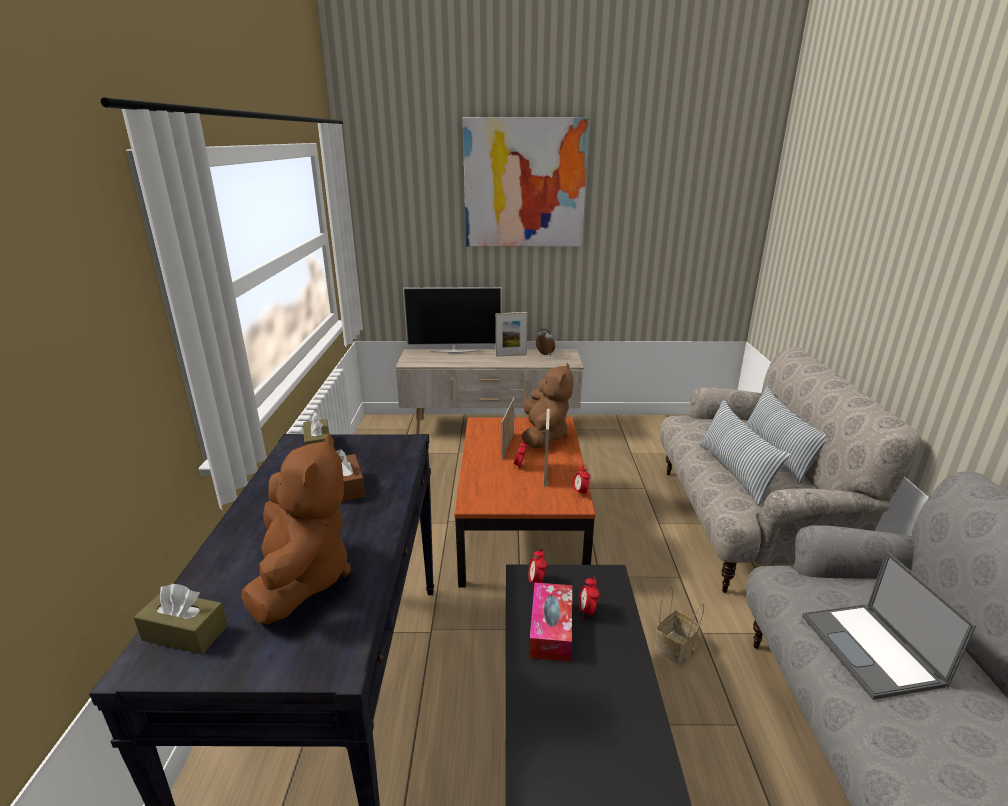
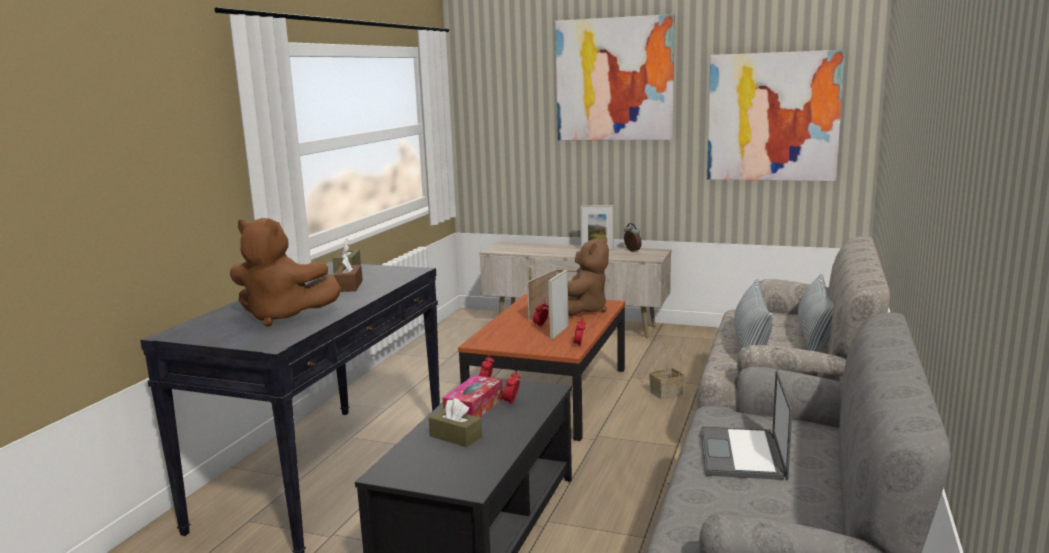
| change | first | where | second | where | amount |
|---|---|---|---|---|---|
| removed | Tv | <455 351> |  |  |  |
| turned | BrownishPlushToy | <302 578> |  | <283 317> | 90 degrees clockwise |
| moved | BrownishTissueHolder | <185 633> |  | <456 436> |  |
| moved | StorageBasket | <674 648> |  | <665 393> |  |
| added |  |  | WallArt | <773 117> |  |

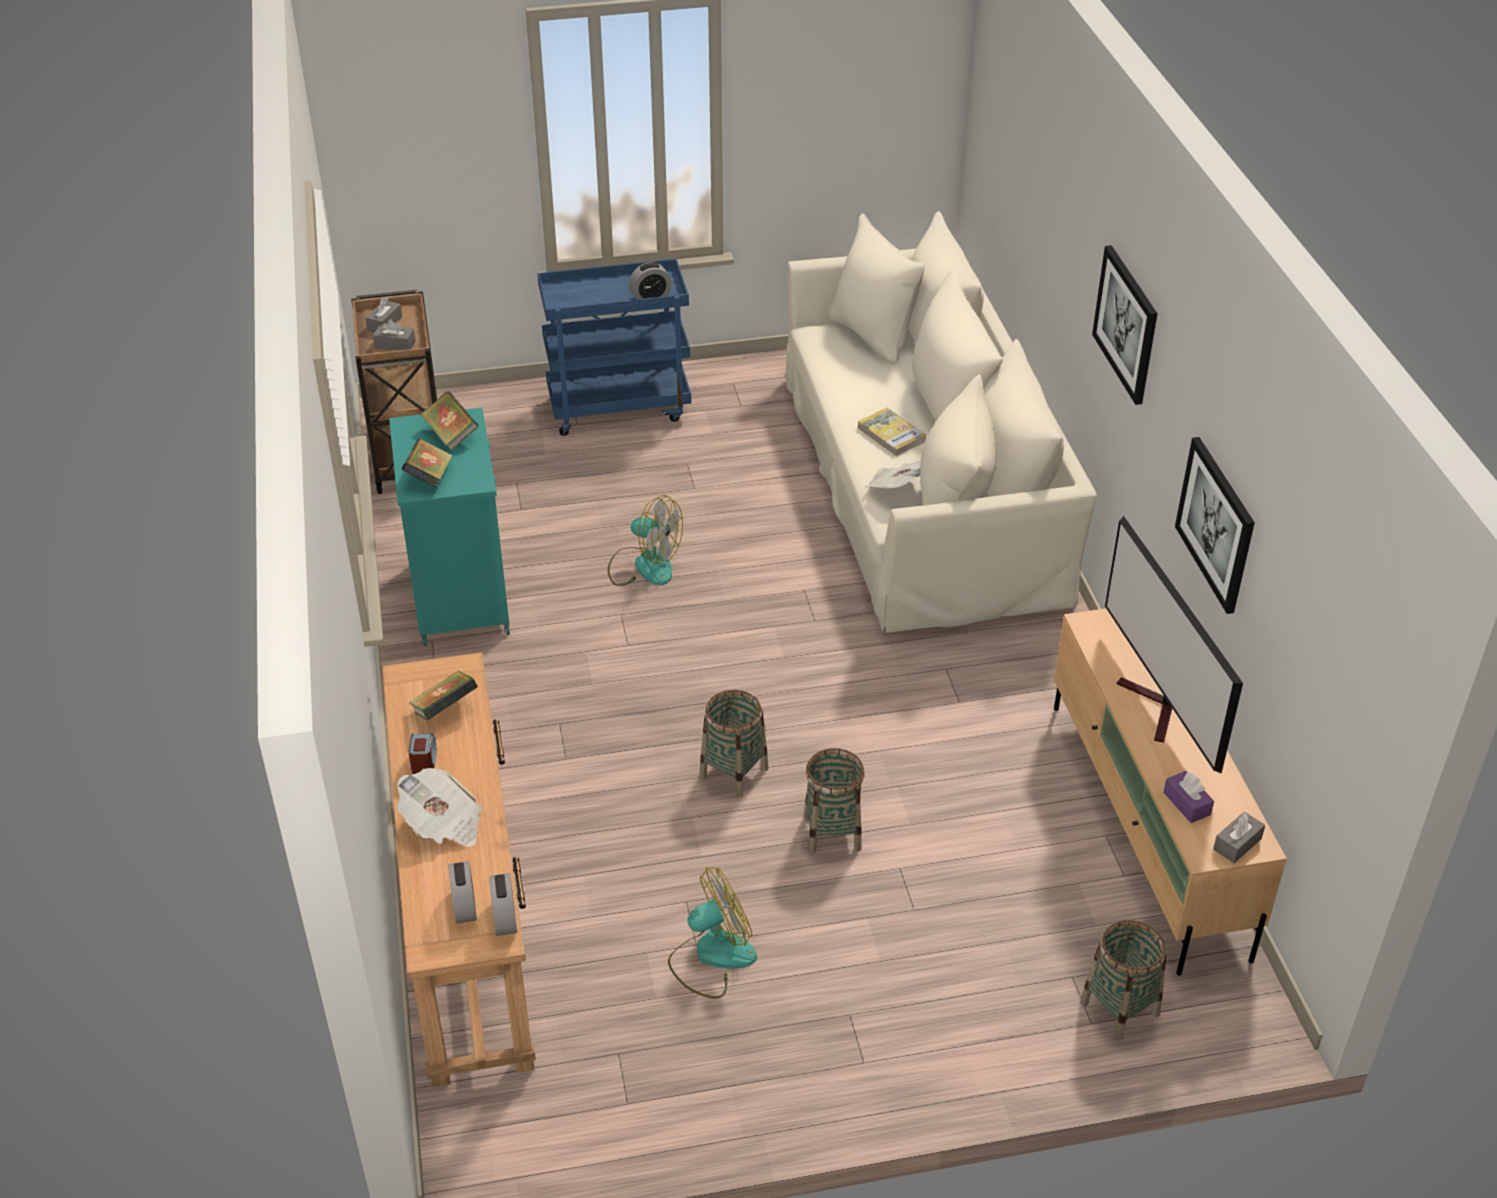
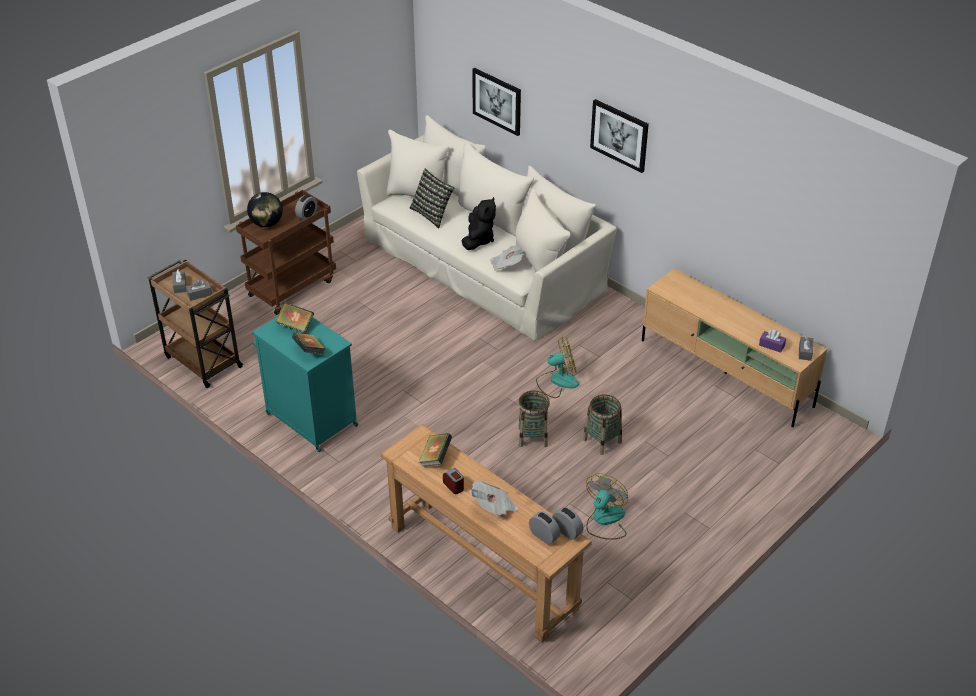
| change | first | where | second | where | amount |
|---|---|---|---|---|---|
| recoloured | BlueTrolley | <619 407> | BrownishTrolley | <292 287> |  |
| replaced | Book | <891 434> | BlackColouredPlushToy | <478 240> |  |
| moved | WallArt | <1216 524> |  | <497 101> |  |
| moved | CoolingFan | <644 565> |  | <557 381> |  |
| removed | Tv | <1156 709> |  |  |  |
| removed | StorageBasket | <1119 1008> |  |  |  |
| added |  |  | ThrowPillow | <432 214> |  |
| added |  |  | WorldGlobe | <266 224> |  |

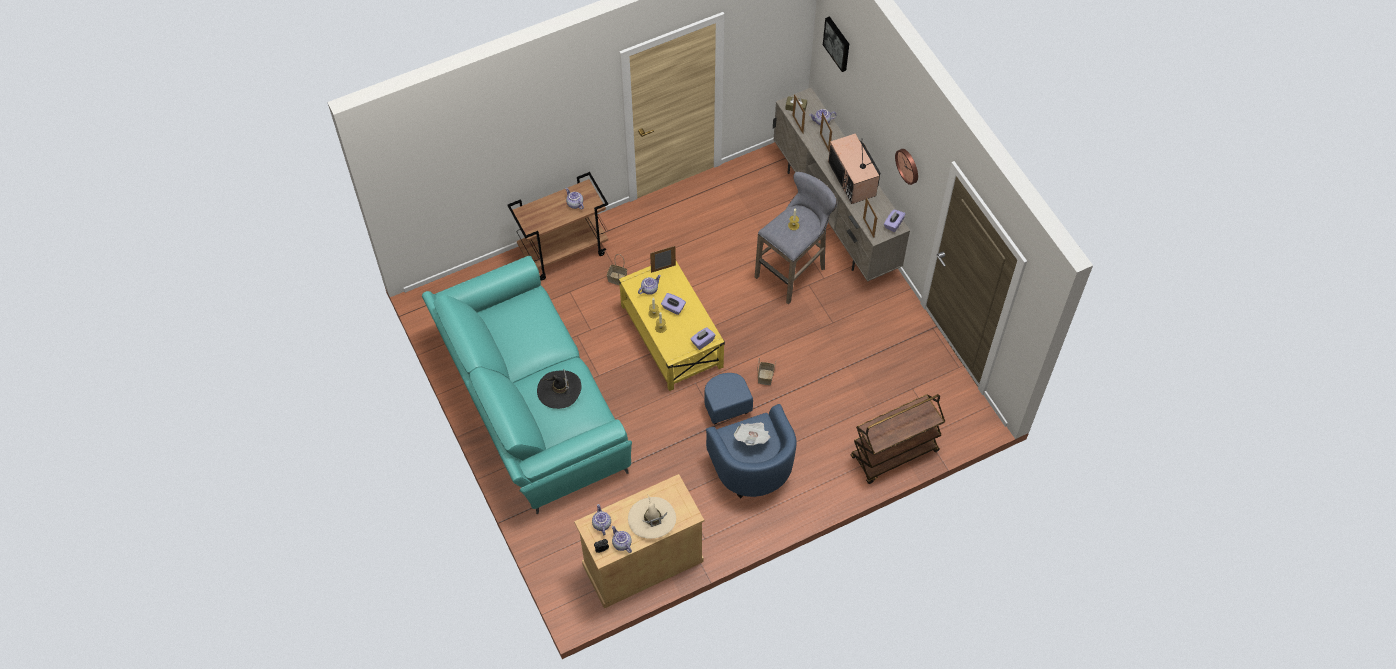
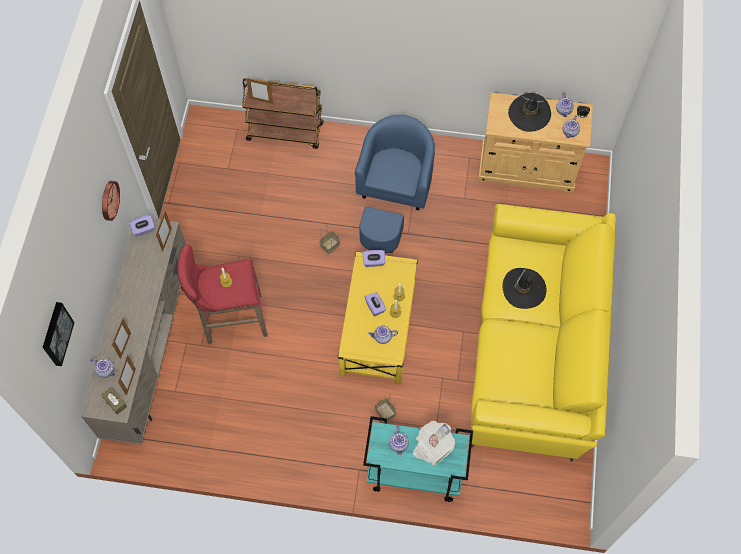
| change | first | where | second | where | amount |
|---|---|---|---|---|---|
| removed | Tv | <853 179> |  |  |  |
| recoloured | GreyishSittingStool | <793 271> | ReddishSittingStool | <231 321> |  |
| recoloured | BrownishTrolley | <564 251> | TurquoiseColouredTrolley | <413 474> |  |
| moved | PictureFrame | <663 269> |  | <261 100> |  |
| recoloured | TurquoiseColouredSettee | <530 401> | YellowColouredSettee | <535 345> |  |
| moved | DailyPaper | <752 437> |  | <432 446> |  |
| recoloured | BeigeColouredHat | <652 519> | BlackColouredHat | <529 114> |  |

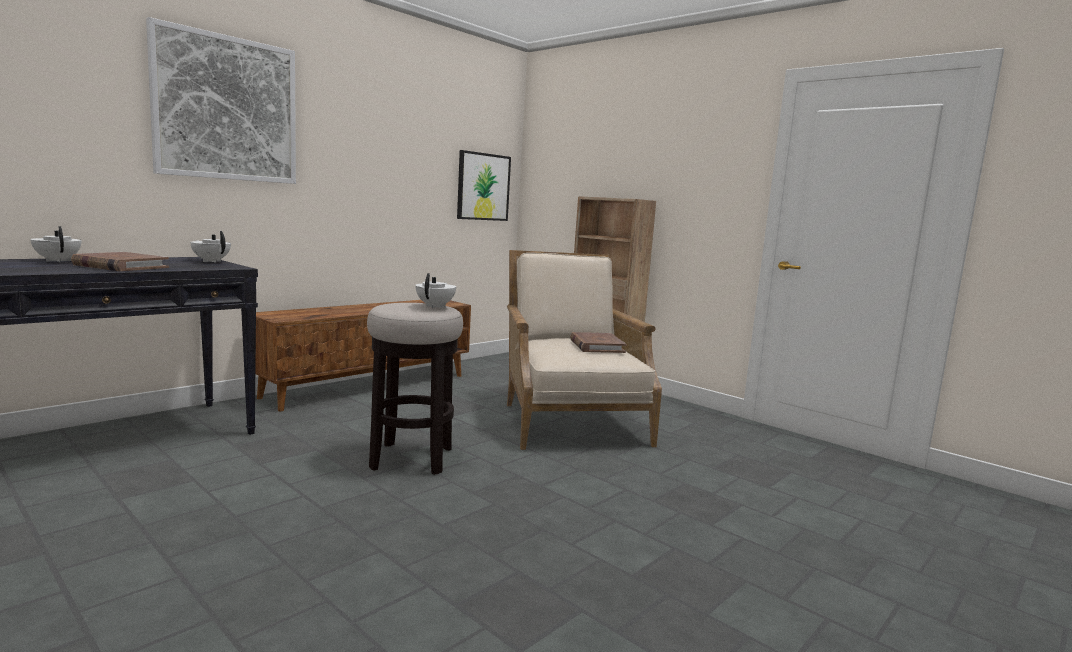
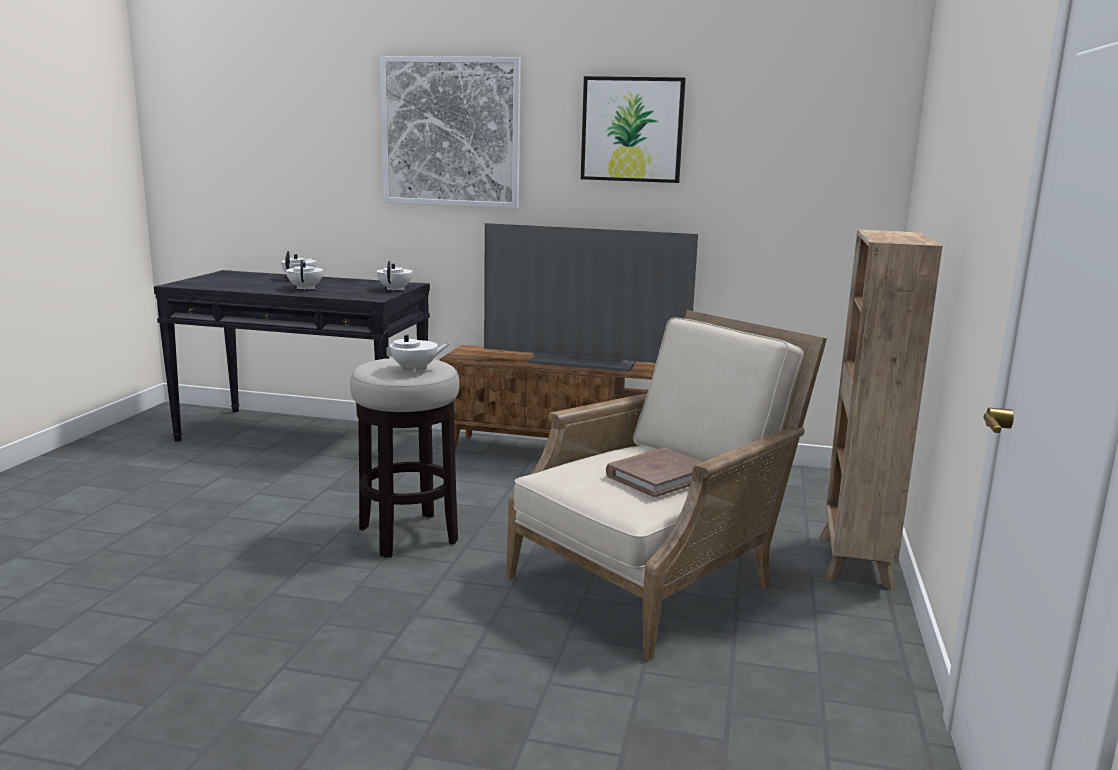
| change | first | where | second | where | amount |
|---|---|---|---|---|---|
| moved | WallArt | <483 187> |  | <632 129> |  |
| replaced | BrownishBook | <120 266> | WhiteColouredPotForTea | <306 288> |  |
| added |  |  | Tv | <584 361> |  |

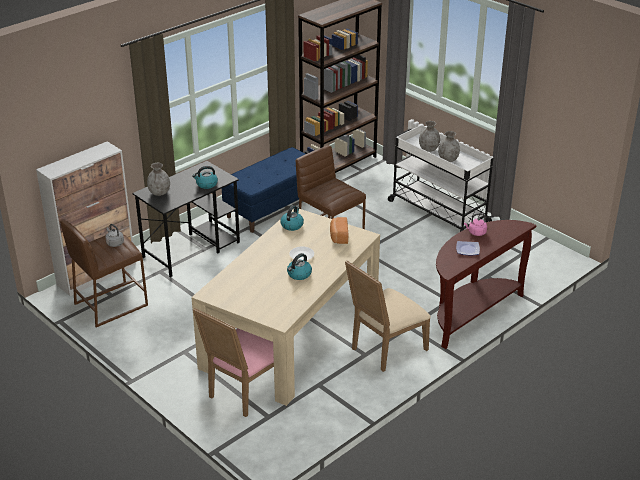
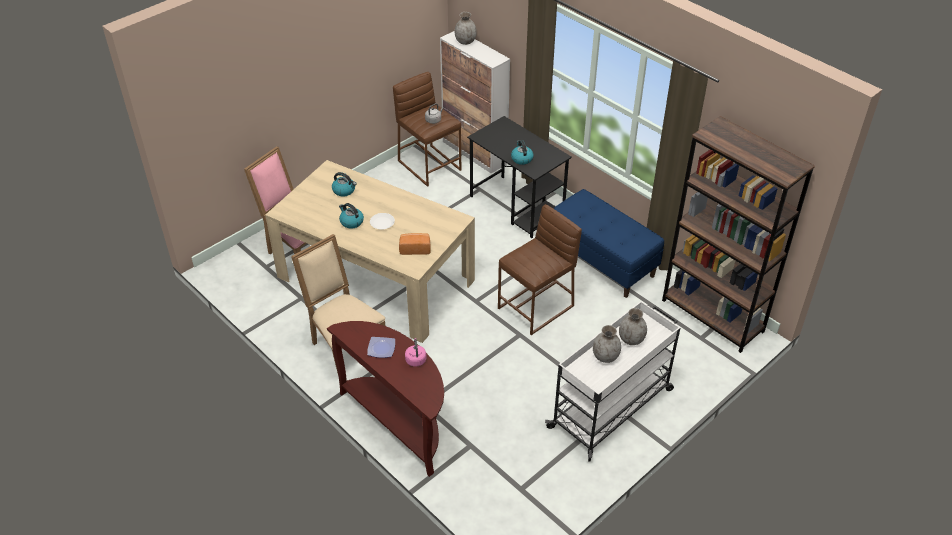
| change | first | where | second | where | amount |
|---|---|---|---|---|---|
| moved | GreyishDecorativeVase | <159 193> |  | <465 42> |  |
| moved | TeaKettle | <292 225> |  | <344 190> |  |

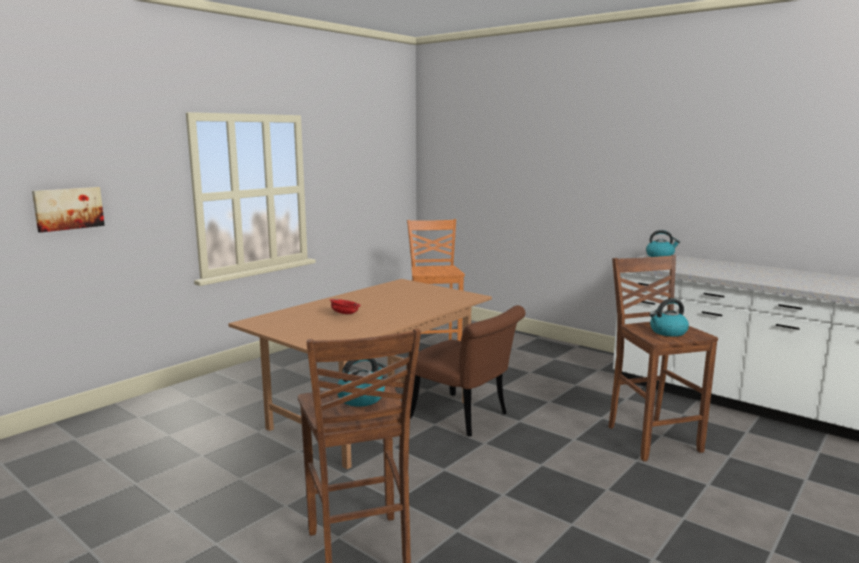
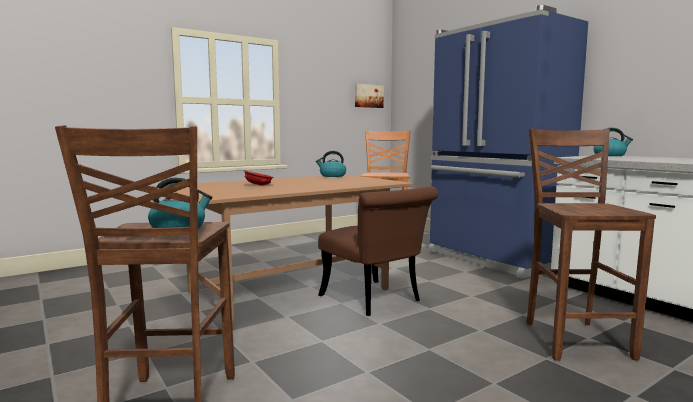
| change | first | where | second | where | amount |
|---|---|---|---|---|---|
| moved | WallArt | <68 208> |  | <368 96> |  |
| moved | TeaKettle | <667 332> |  | <332 176> |  |
| added |  |  | BlueRefrigerator | <494 259> |  |

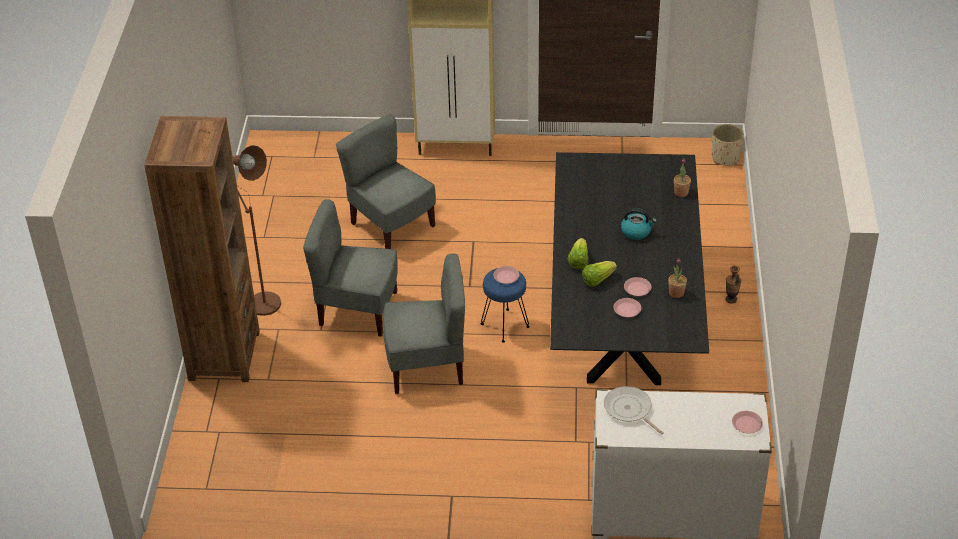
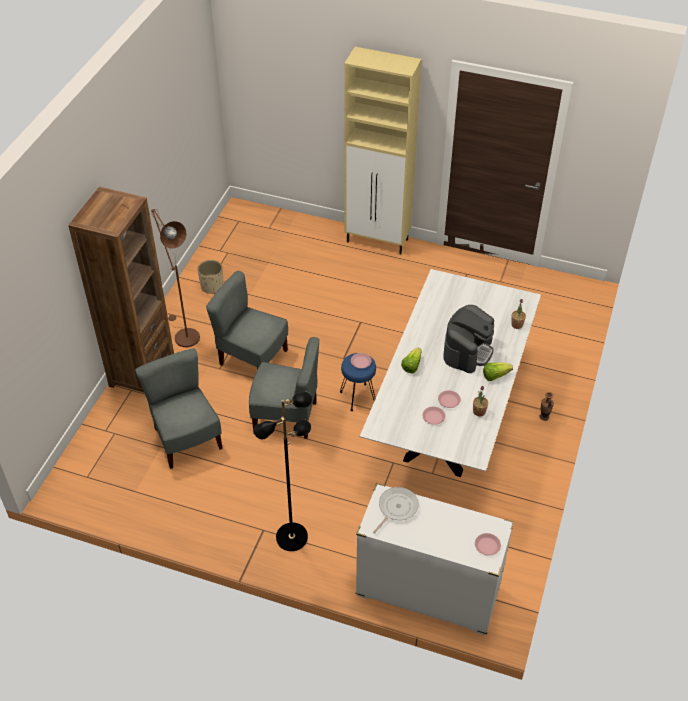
| change | first | where | second | where | amount |
|---|---|---|---|---|---|
| moved | GreyishChair | <391 226> |  | <186 439> |  |
| moved | BeigeColouredPlanter | <725 158> |  | <212 286> |  |
| recoloured | BlackColouredKitchenTable | <622 326> | WhiteColouredKitchenTable | <449 419> |  |
| replaced | TeaKettle | <636 231> | CoffeeBrewer | <468 351> |  |
| moved | HeadOfLettuce | <597 280> |  | <495 375> |  |
| turned | Pan | <629 410> |  | <396 508> | 60 degrees clockwise |
| added |  |  | BlackColouredStandardLamp | <291 536> |  |

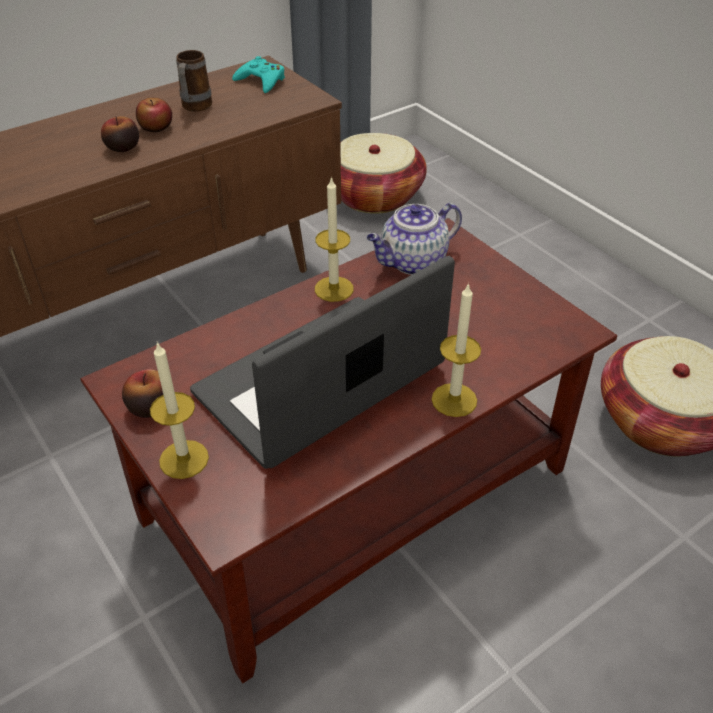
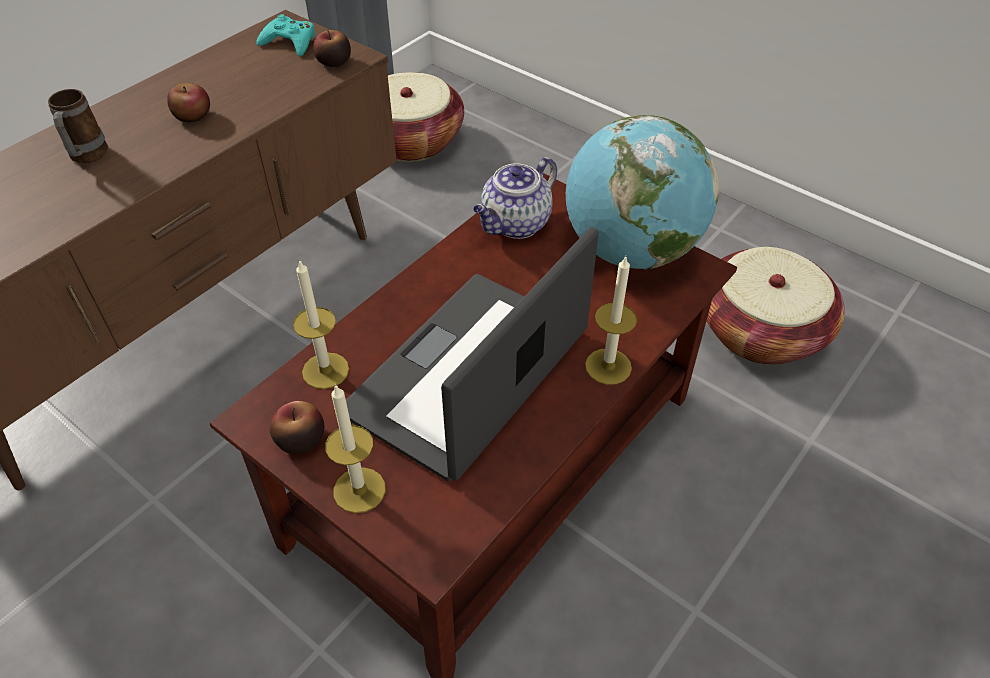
| change | first | where | second | where | amount |
|---|---|---|---|---|---|
| moved | CoffeeMug | <194 108> |  | <87 158> |  |
| moved | AppleFruit | <123 147> |  | <334 62> |  |
| moved | Candle | <334 289> |  | <325 370> |  |
| added |  |  | WorldGlobe | <630 251> |  |

